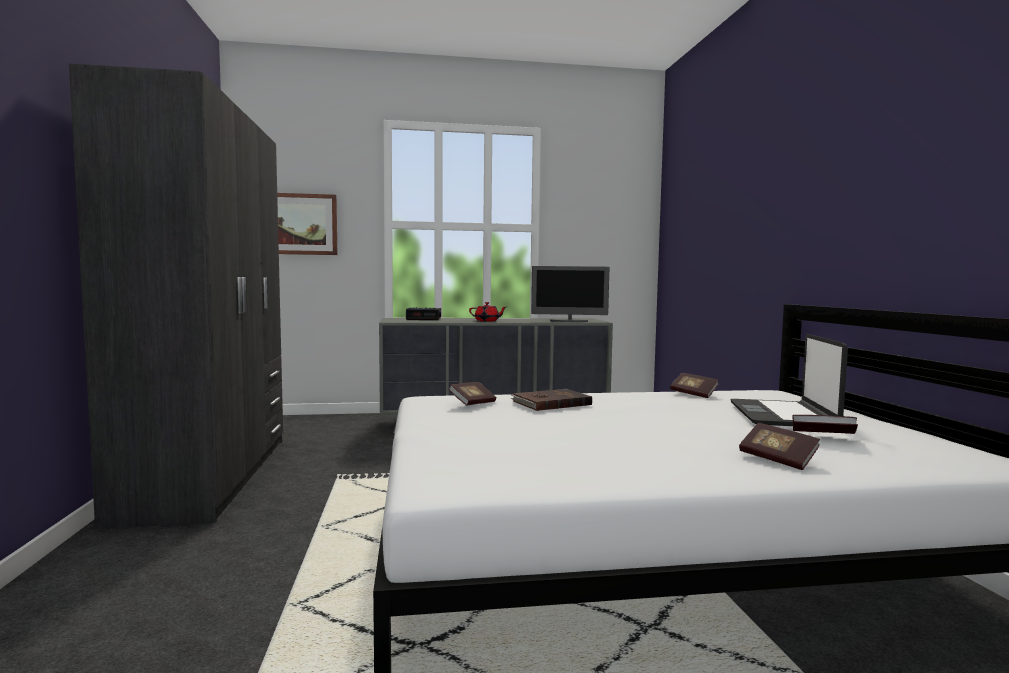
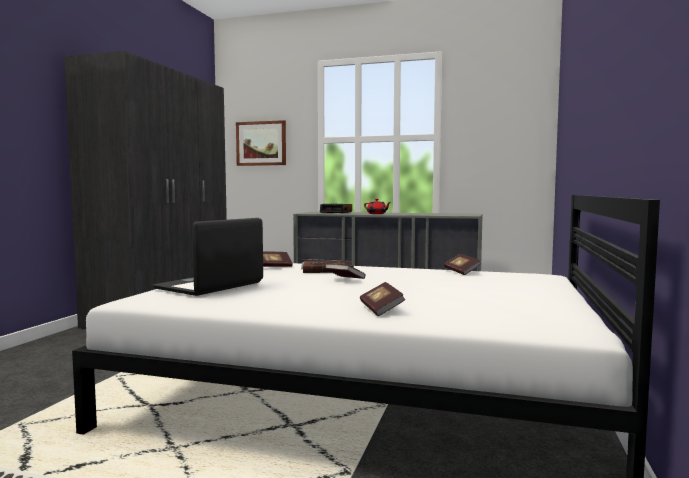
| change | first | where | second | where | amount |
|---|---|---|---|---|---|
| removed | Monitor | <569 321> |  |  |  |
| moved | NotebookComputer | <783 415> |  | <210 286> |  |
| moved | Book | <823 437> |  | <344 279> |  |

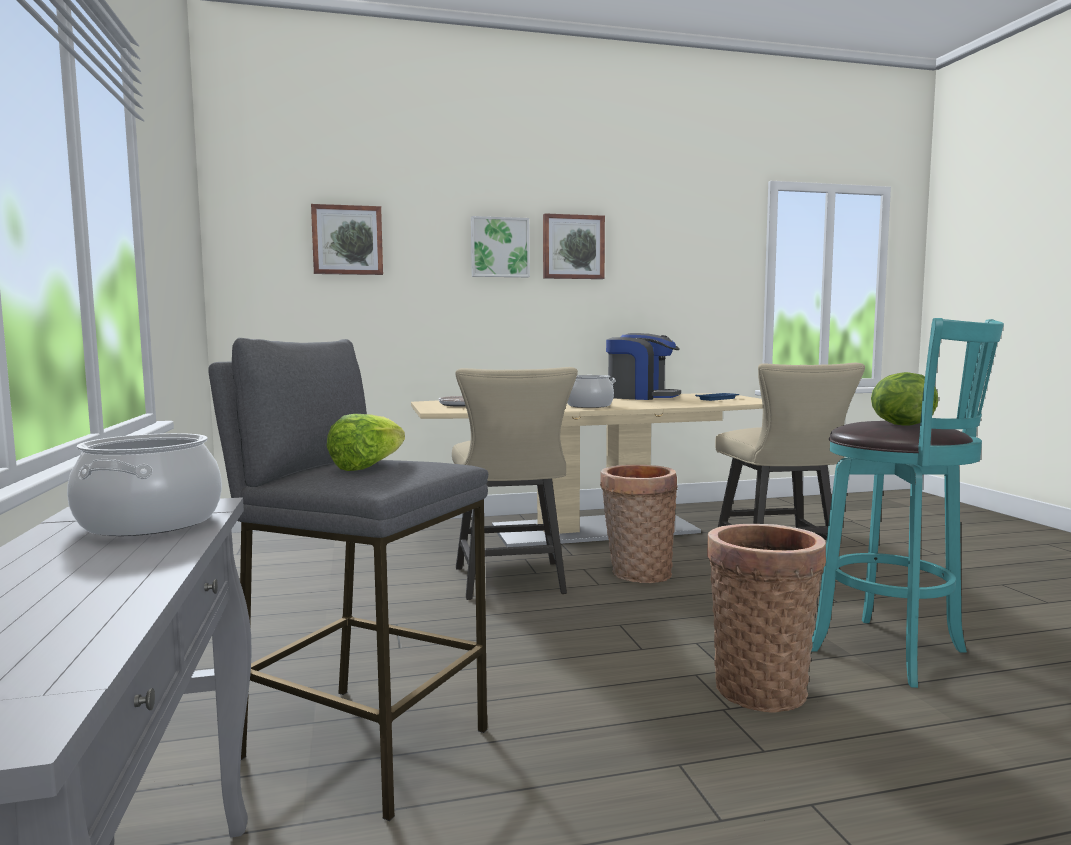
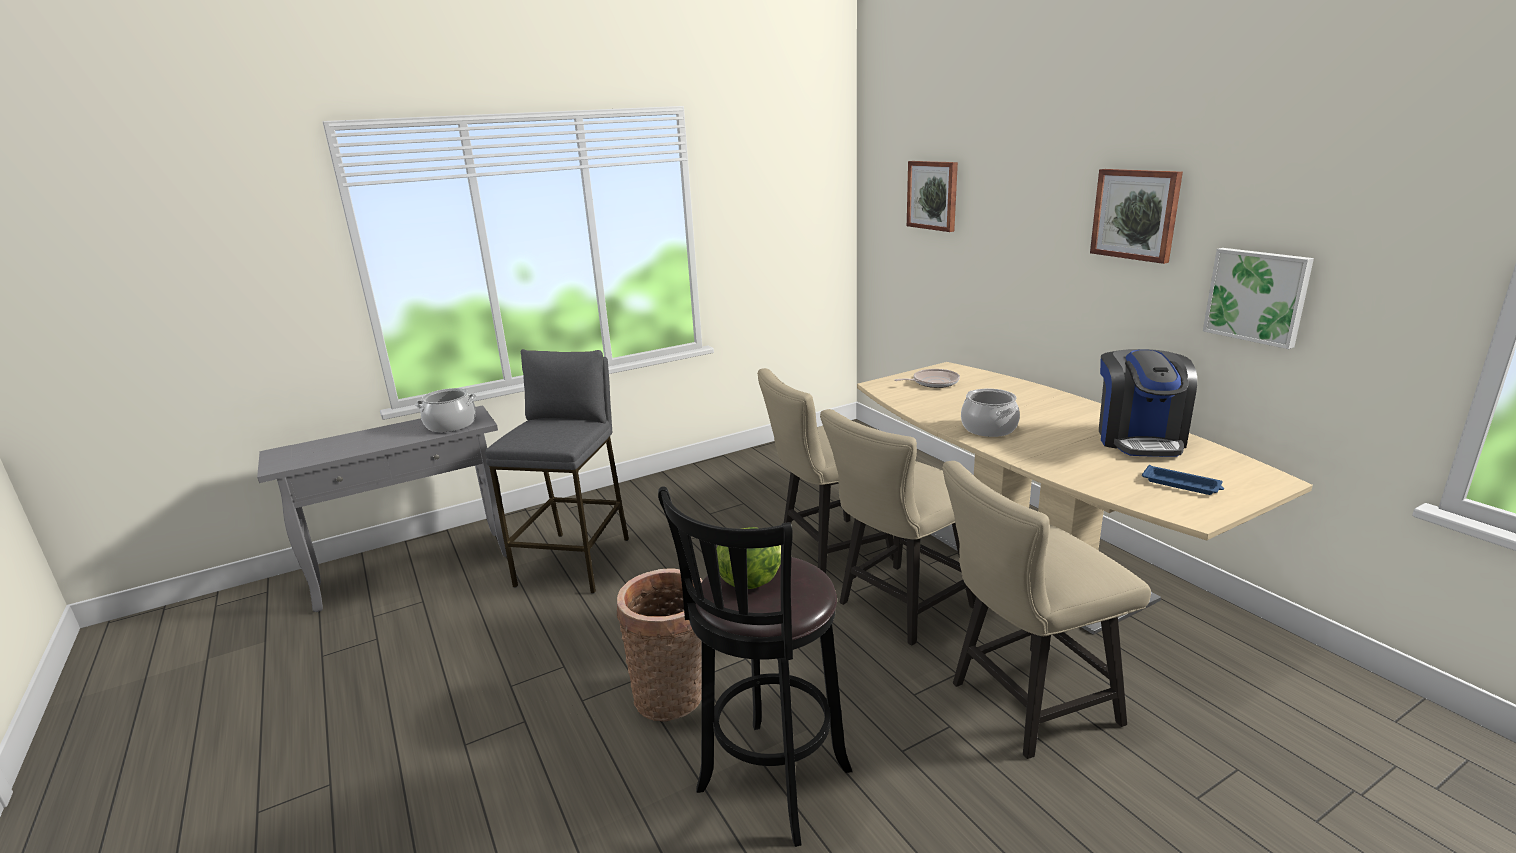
| change | first | where | second | where | amount |
|---|---|---|---|---|---|
| moved | WallArt | <499 247> |  | <1257 296> |  |
| recoloured | TurquoiseColouredSittingStool | <895 653> | BlackColouredSittingStool | <770 786> |  |
| removed | HeadOfLettuce | <367 466> |  |  |  |
| replaced | StorageBasket | <637 574> | BeigeColouredChair | <899 608> |  |

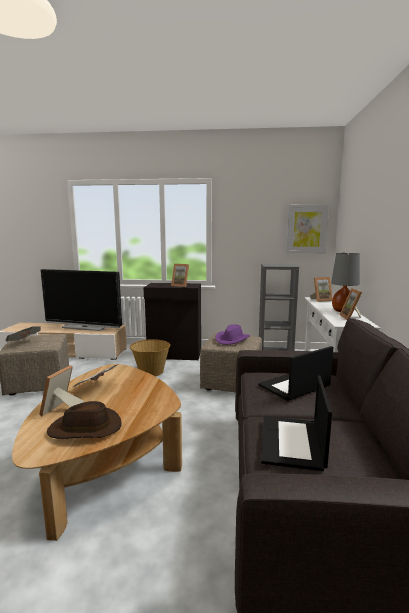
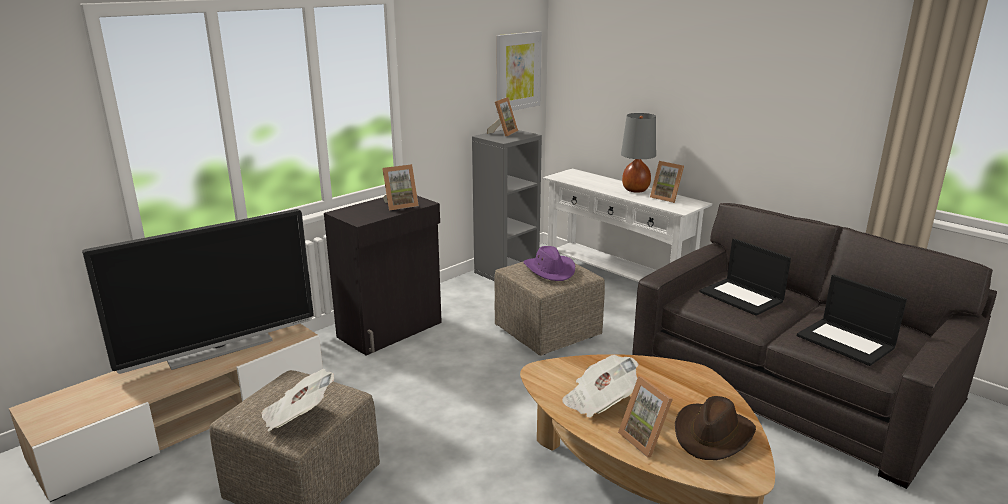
| change | first | where | second | where | amount |
|---|---|---|---|---|---|
| moved | PictureFrame | <321 300> |  | <503 133> |  |
| removed | StorageBasket | <151 372> |  |  |  |
| turned | NotebookComputer | <294 386> |  | <742 297> | 45 degrees counterclockwise |

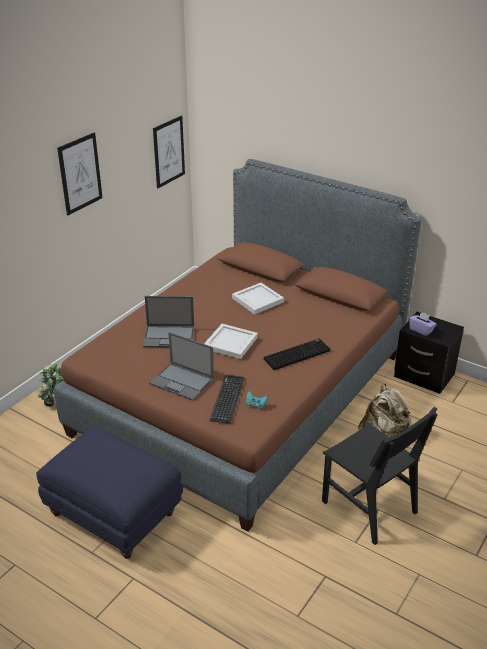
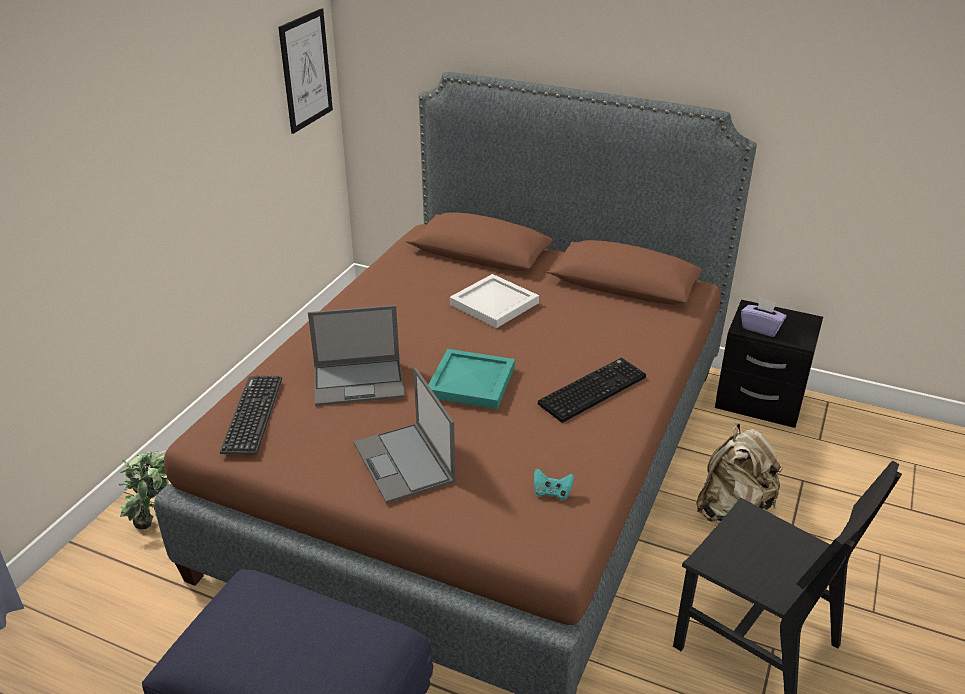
| change | first | where | second | where | amount |
|---|---|---|---|---|---|
| removed | WallArt | <80 173> |  |  |  |
| recoloured | WhiteColouredTray | <230 342> | TurquoiseColouredTray | <470 381> |  |
| turned | NotebookComputer | <182 381> |  | <404 463> | 45 degrees clockwise |
| moved | PcKeyboard | <227 399> |  | <252 415> |  |

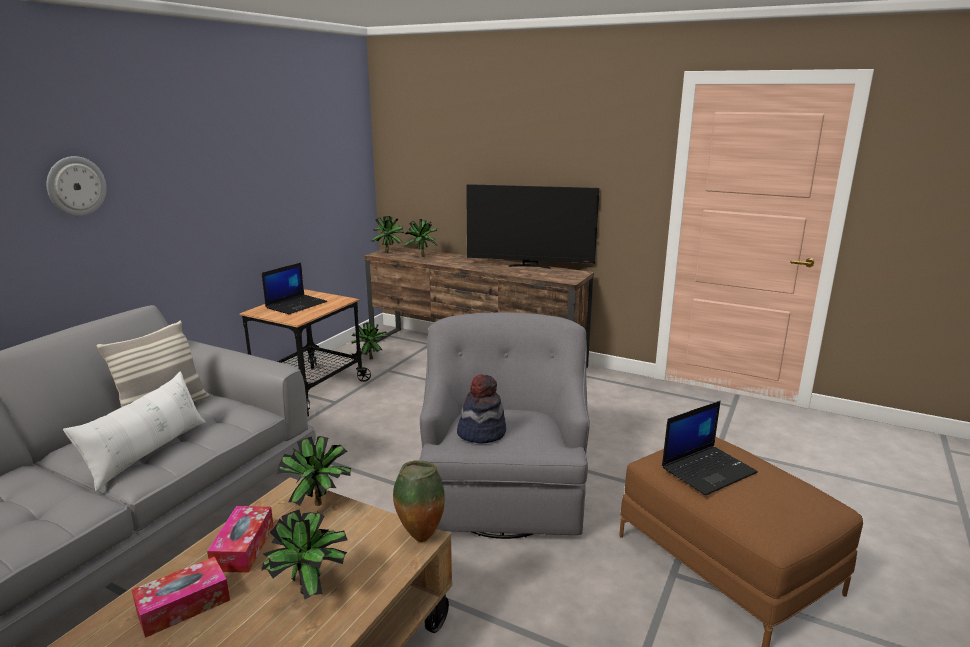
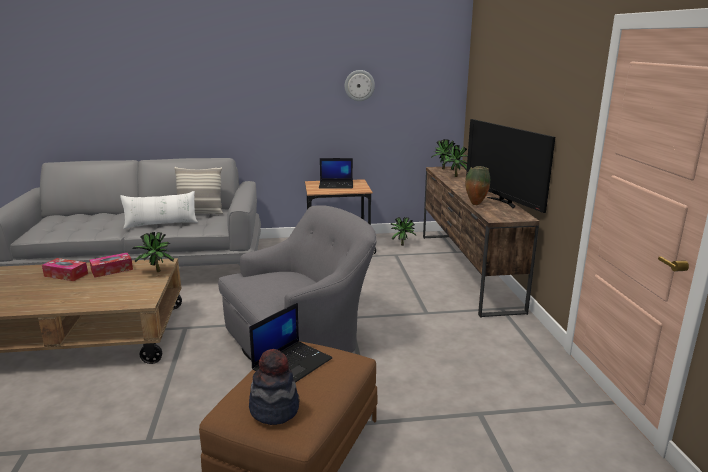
| change | first | where | second | where | amount |
|---|---|---|---|---|---|
| moved | ClockOnTheWall | <76 186> |  | <359 85> |  |
| moved | Hat | <481 432> |  | <274 409> |  |
| turned | NotebookComputer | <708 469> |  | <292 363> | 75 degrees counterclockwise |
| moved | DecorativeVase | <420 536> |  | <475 204> |  |
| removed | PottedPlant | <311 592> |  |  |  |

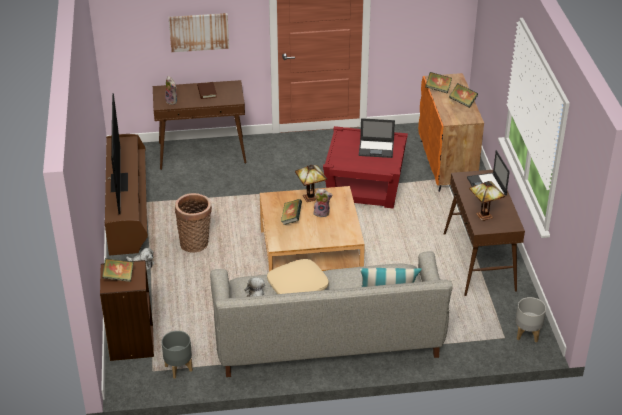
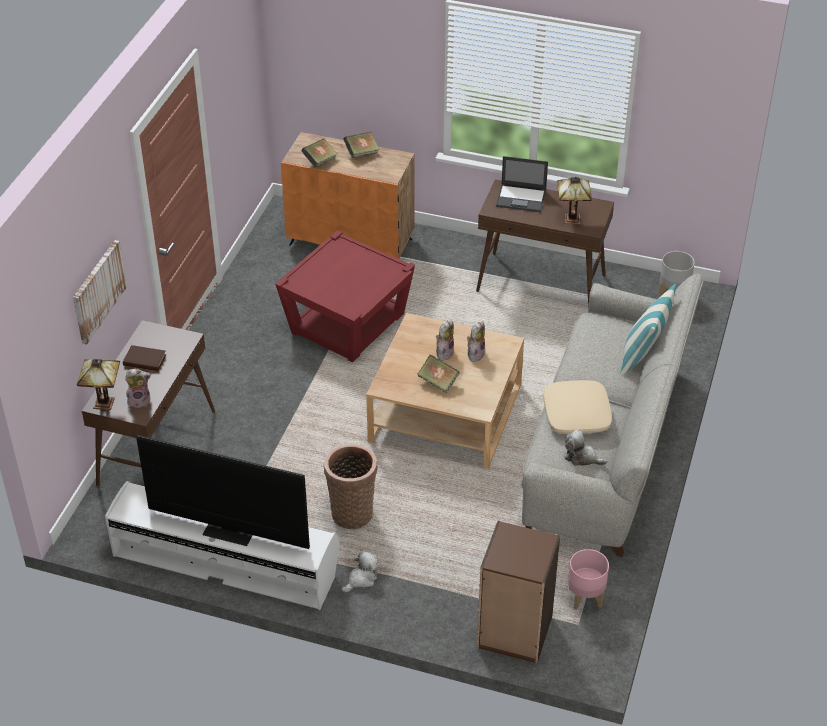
| change | first | where | second | where | amount |
|---|---|---|---|---|---|
| removed | NotebookComputer | <376 149> |  |  |  |
| recoloured | BrownishTvStand | <128 207> | WhiteColouredTvStand | <226 560> |  |
| moved | LampForATable | <311 197> |  | <103 402> |  |
| removed | Book | <119 277> |  |  |  |
| recoloured | GreyishPlanter | <178 368> | PinkPlanter | <585 598> |  |
| added |  |  | PlushToy | <475 354> |  |

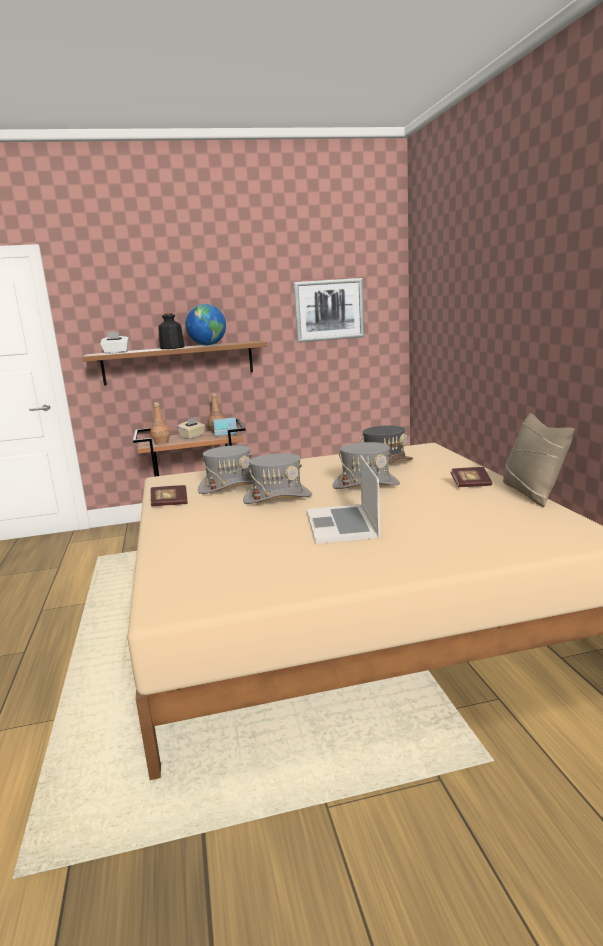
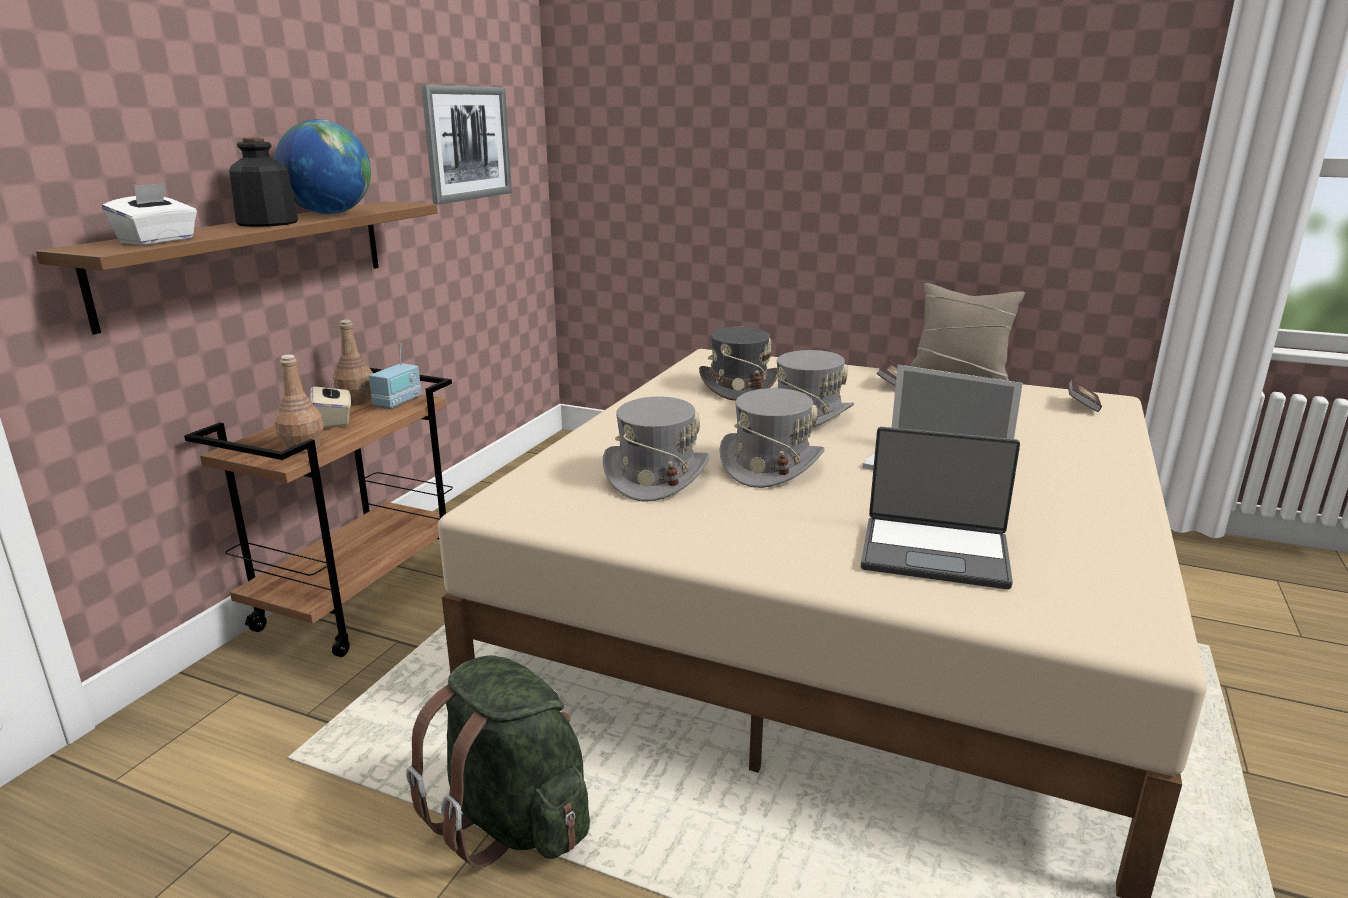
| change | first | where | second | where | amount |
|---|---|---|---|---|---|
| moved | Book | <169 503> |  | <1082 406> |  |
| added |  |  | NotebookComputer | <935 553> |  |
| added |  |  | GreenishBackpack | <512 819> |  |

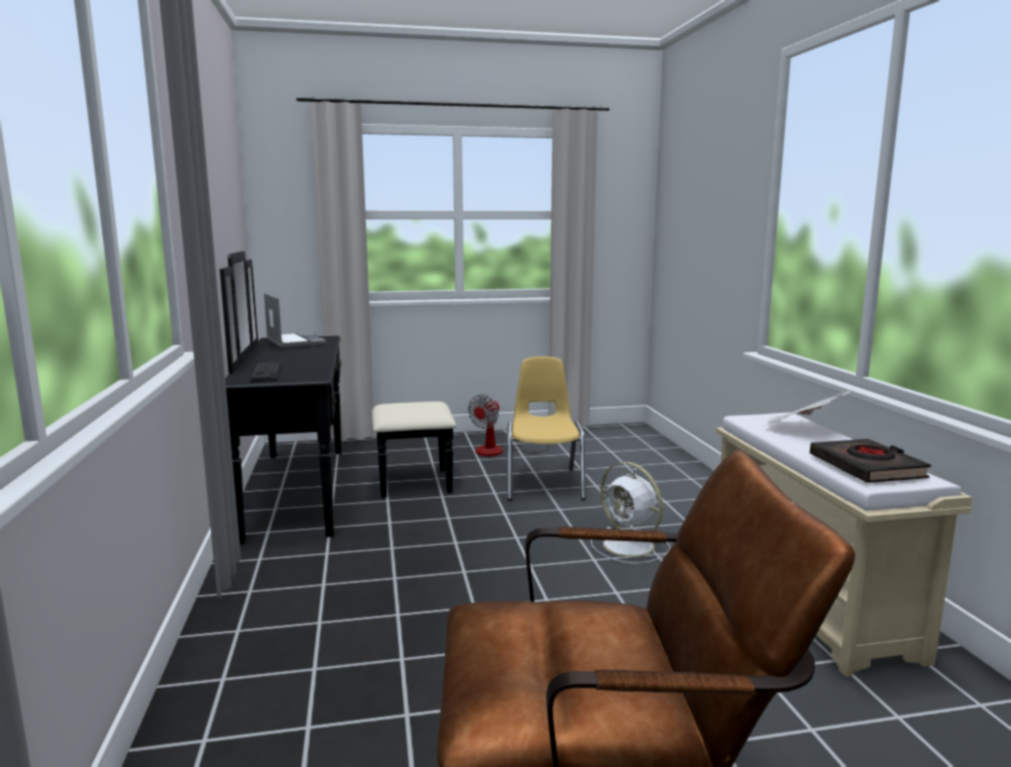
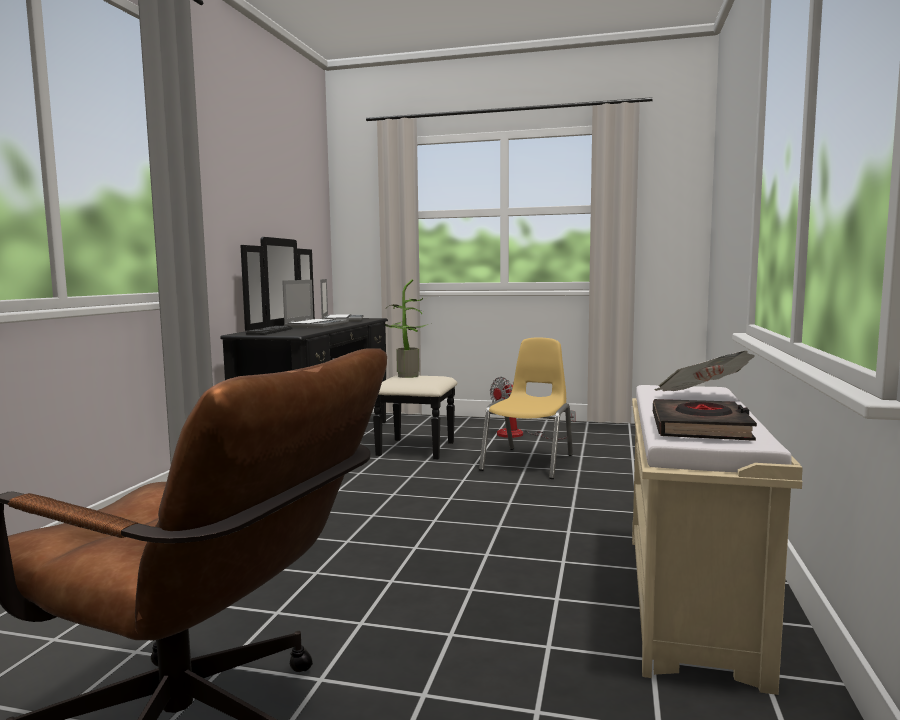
| change | first | where | second | where | amount |
|---|---|---|---|---|---|
| removed | WhiteColouredCoolingFan | <630 546> |  |  |  |
| added |  |  | NotebookComputer | <316 325> |  |
| added |  |  | PottedPlant | <407 376> |  |

